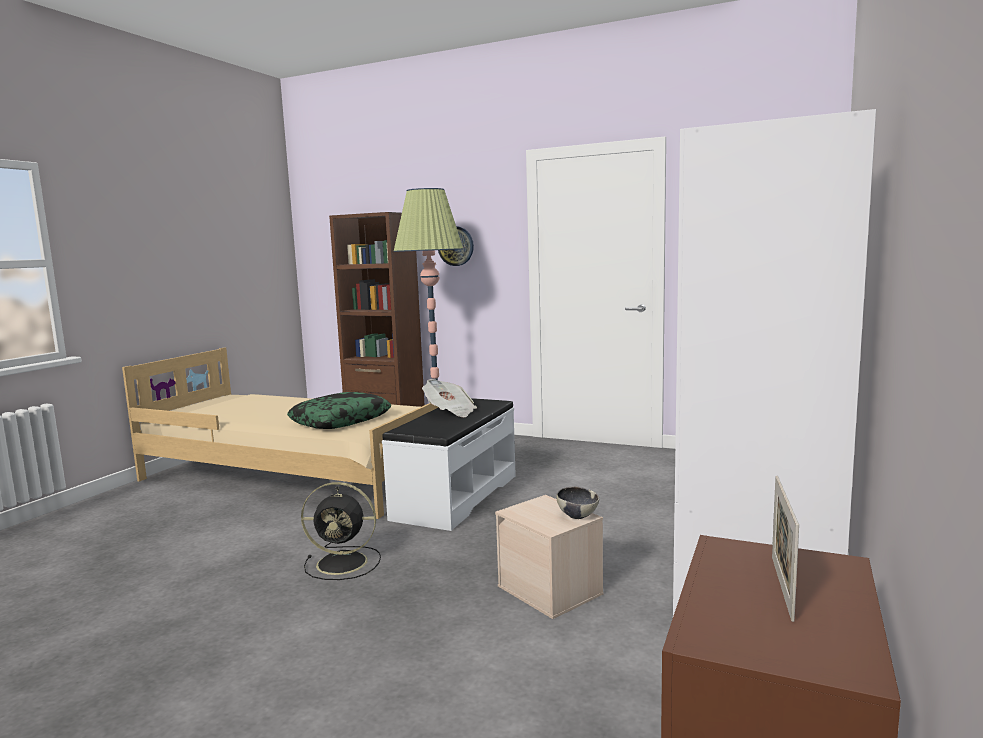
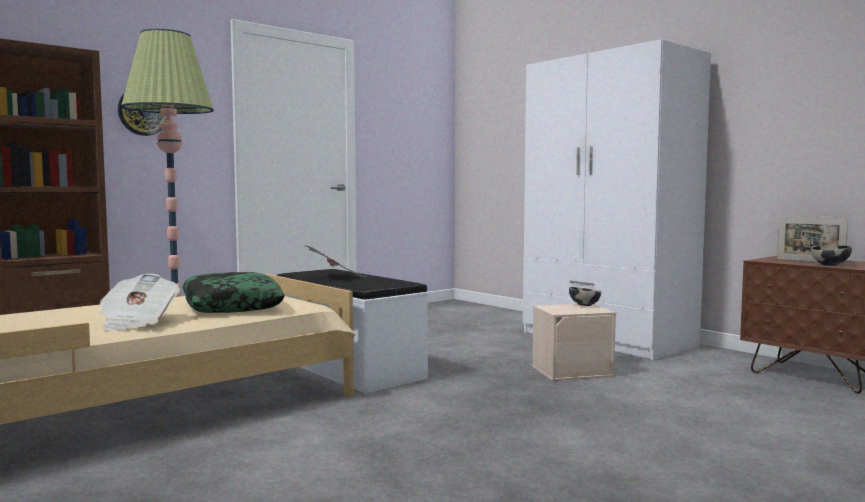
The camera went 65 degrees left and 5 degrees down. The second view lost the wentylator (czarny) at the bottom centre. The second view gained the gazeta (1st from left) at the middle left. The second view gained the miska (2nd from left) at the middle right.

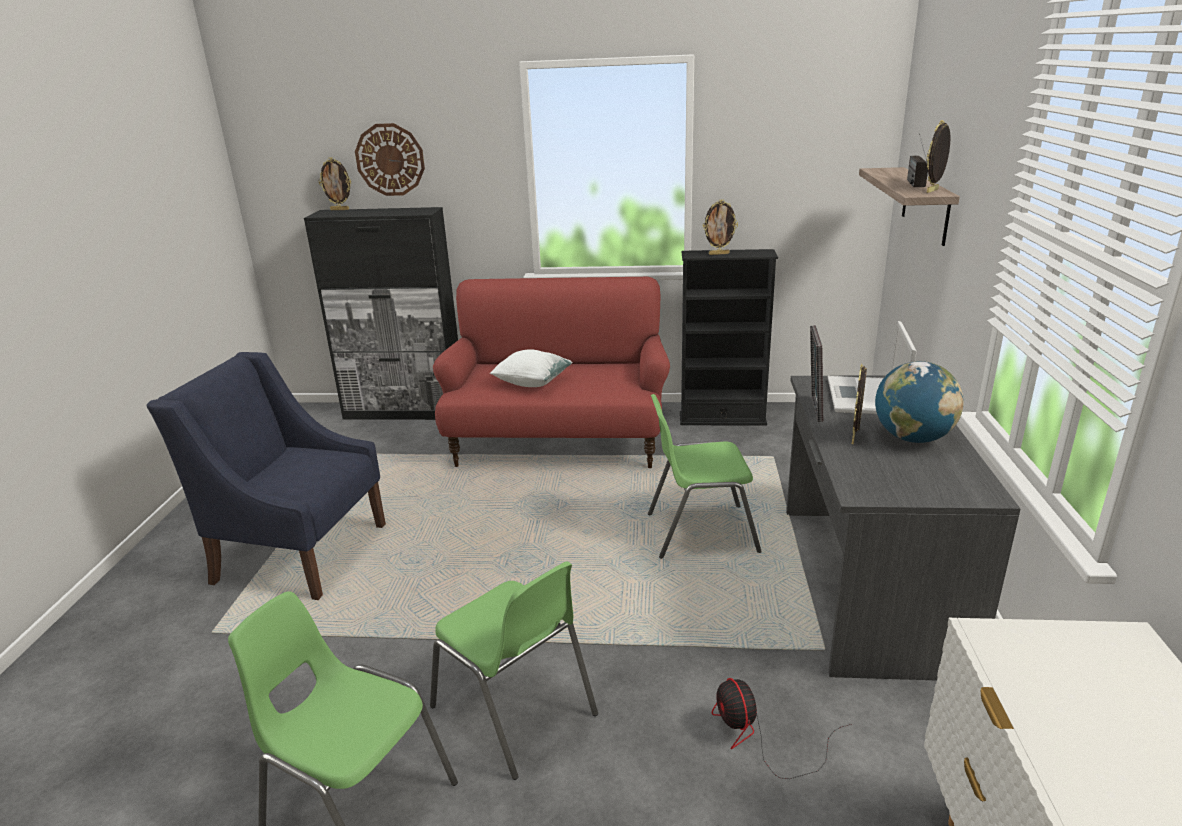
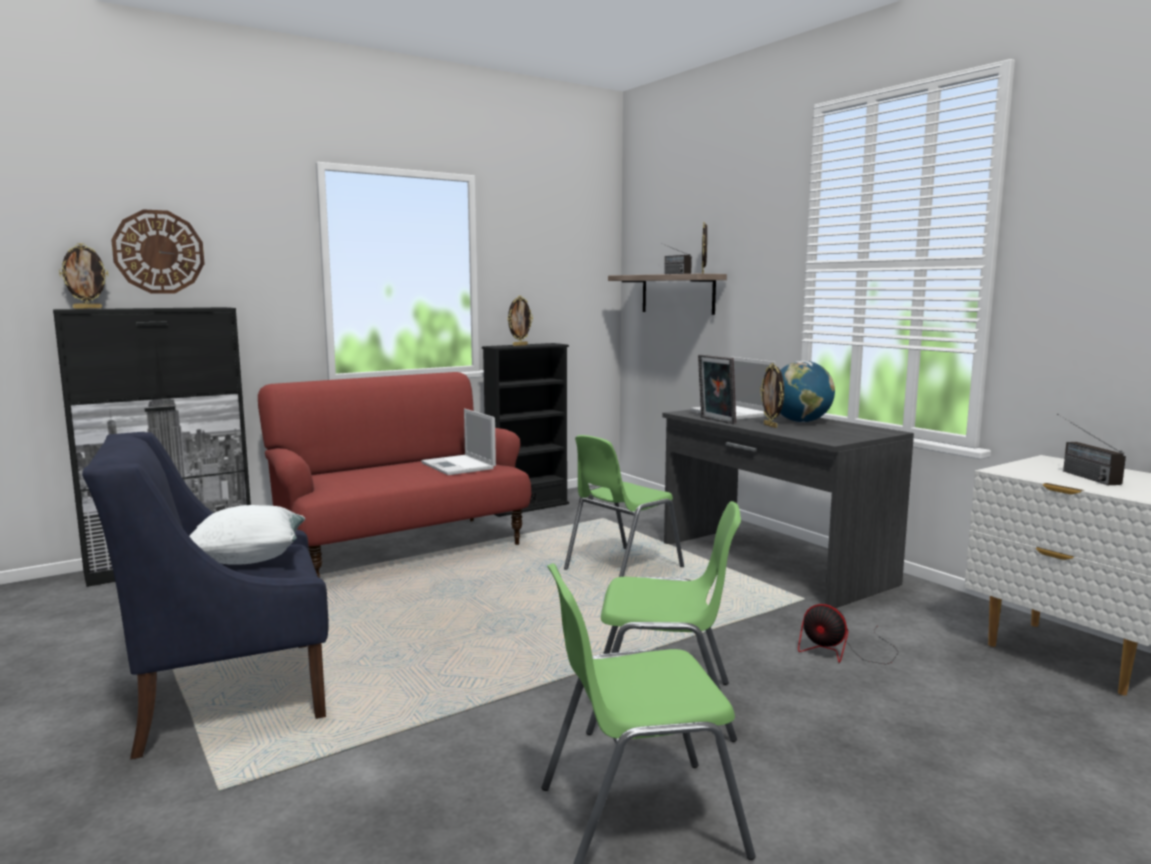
The camera went 40 degrees left and 15 degrees down. The second view gained the laptop (1st from left) at the centre. The second view gained the radio (2nd from left) at the middle right. The poduszka (biały) ended up elsewhere, having gone from the centre to the middle left.

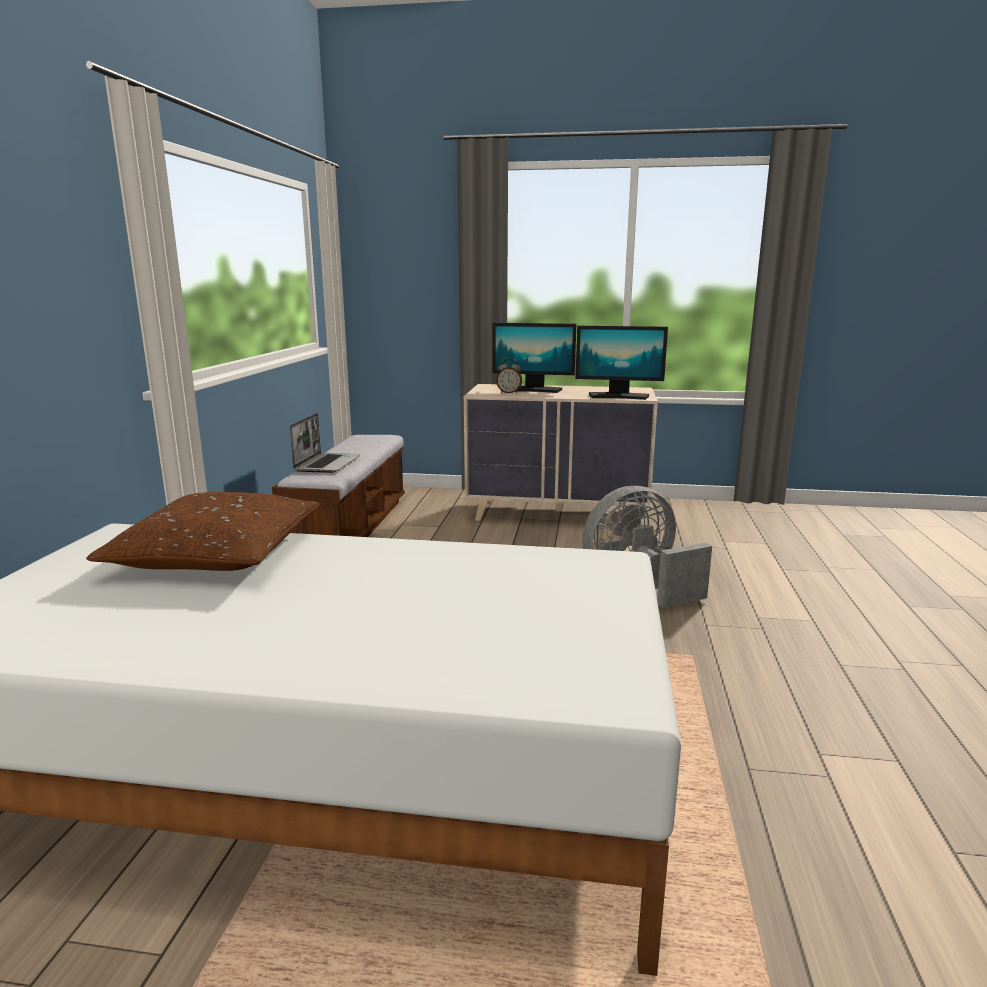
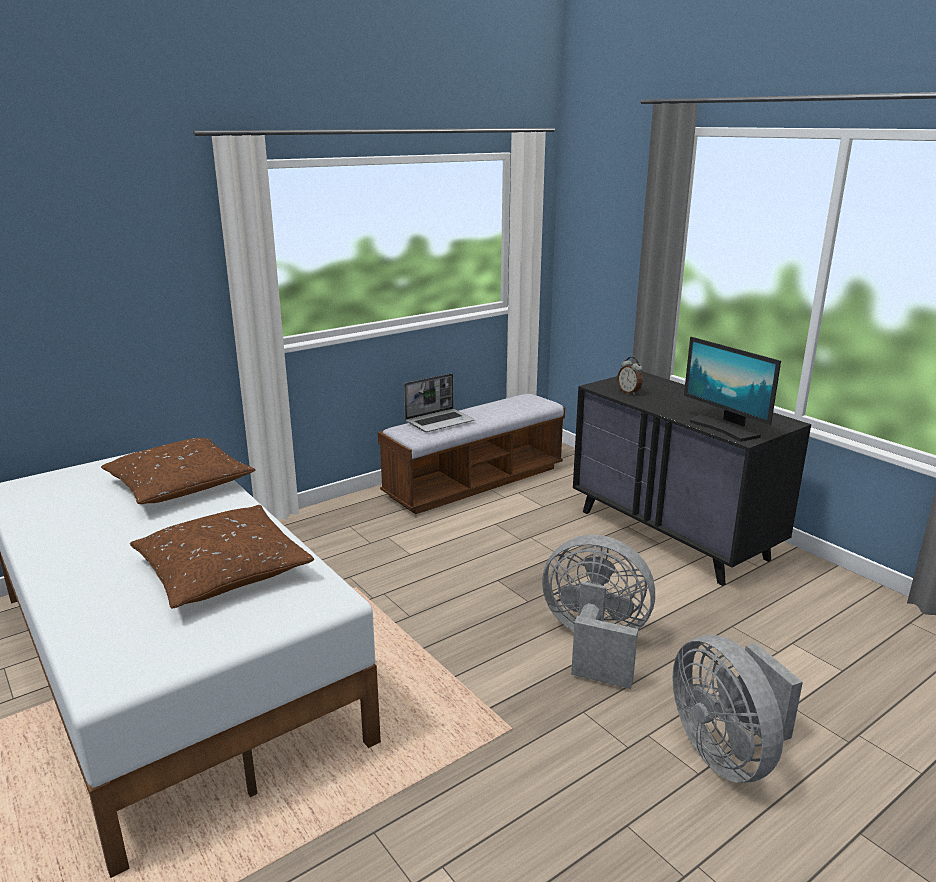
The camera went 45 degrees right and 5 degrees up. The second view lost the monitor (1st from left) at the centre. The second view gained the poduszka (brązowy) (2nd from left) at the middle left. The second view gained the wentylator (szary) (2nd from left) at the bottom right. What was the komoda (beżowy) at the centre turned into the komoda (czarny) at the middle right.

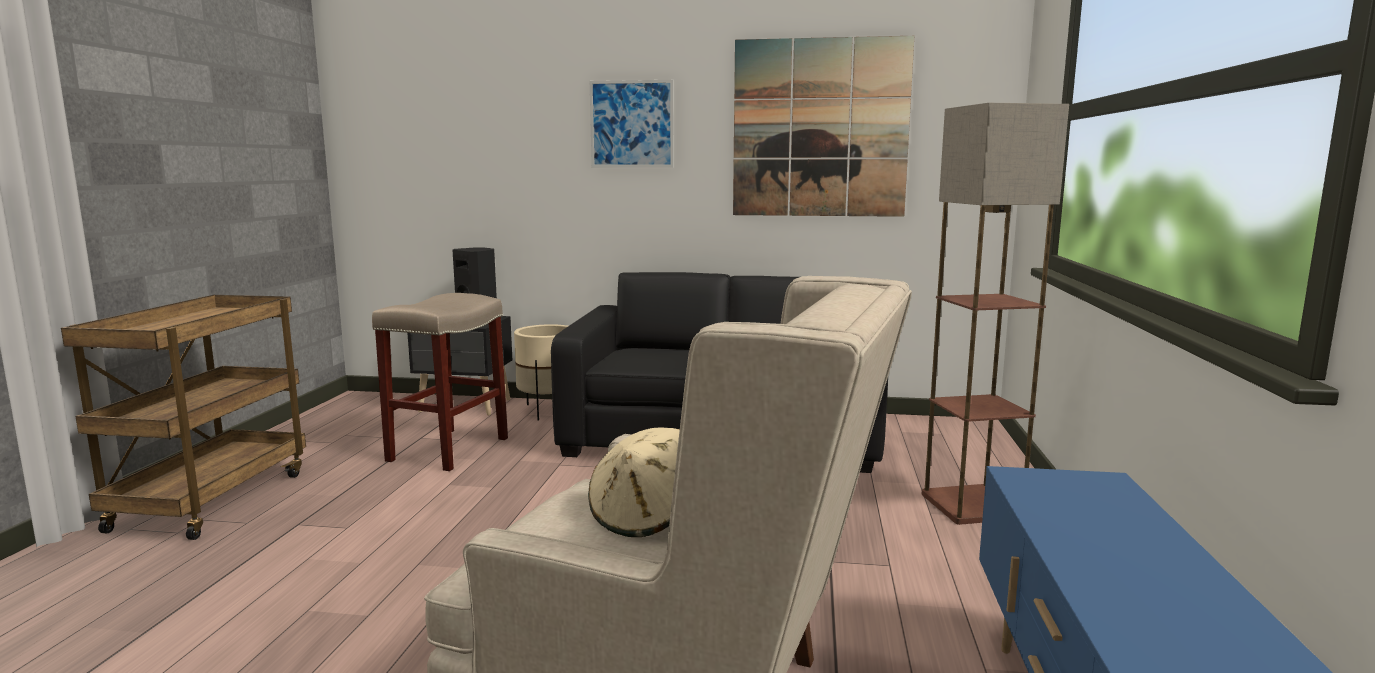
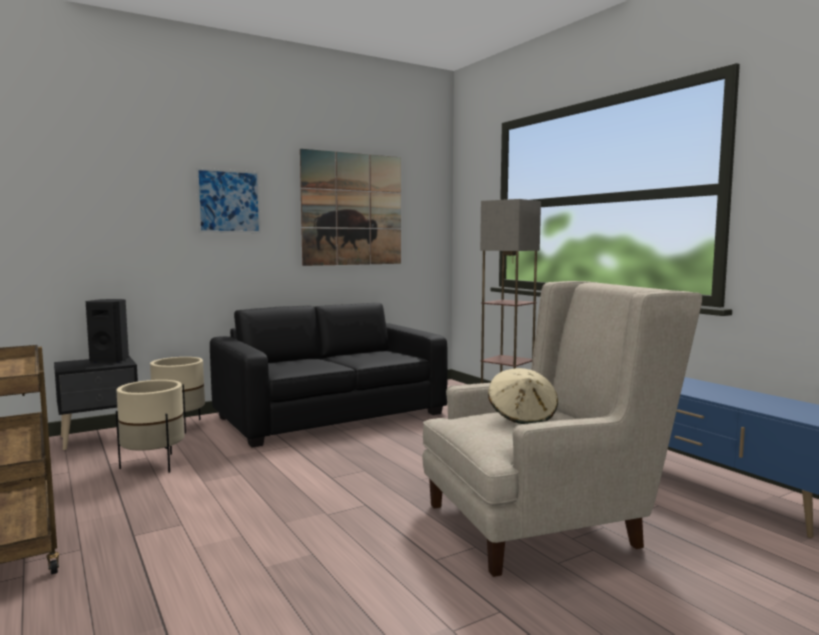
The camera went 40 degrees left and 5 degrees down. Where the stołek (beżowy) stood at the middle left, the donica (beżowy) (1st from left) came to stand at the bottom left.

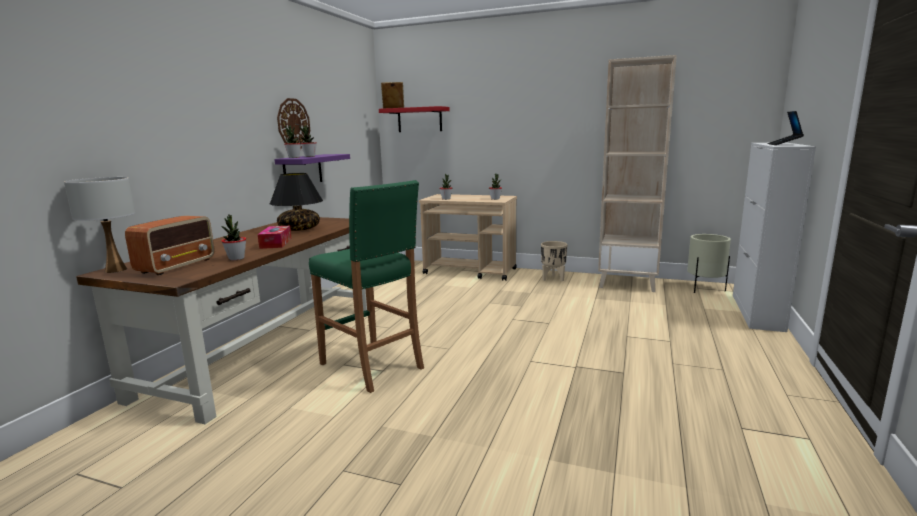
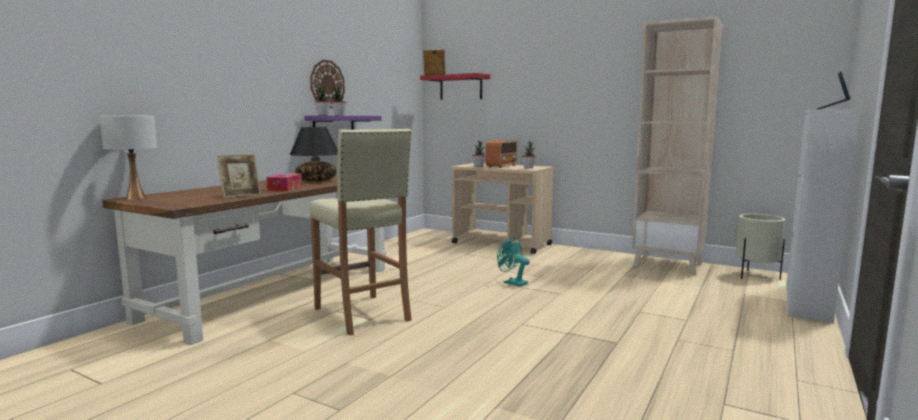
The camera went 10 degrees right and 5 degrees down. The second view lost the donica (beżowy) (1st from left) at the centre. The second view gained the wentylator (turkusowy) at the centre. The radio ended up elsewhere, having gone from the middle left to the centre. Where the roślina doniczkowa (1st from left) stood at the middle left, the ramka na zdjęcie (1st from left) came to stand at the middle left. What was the stołek (zielony) at the centre turned into the stołek (beżowy) at the centre.

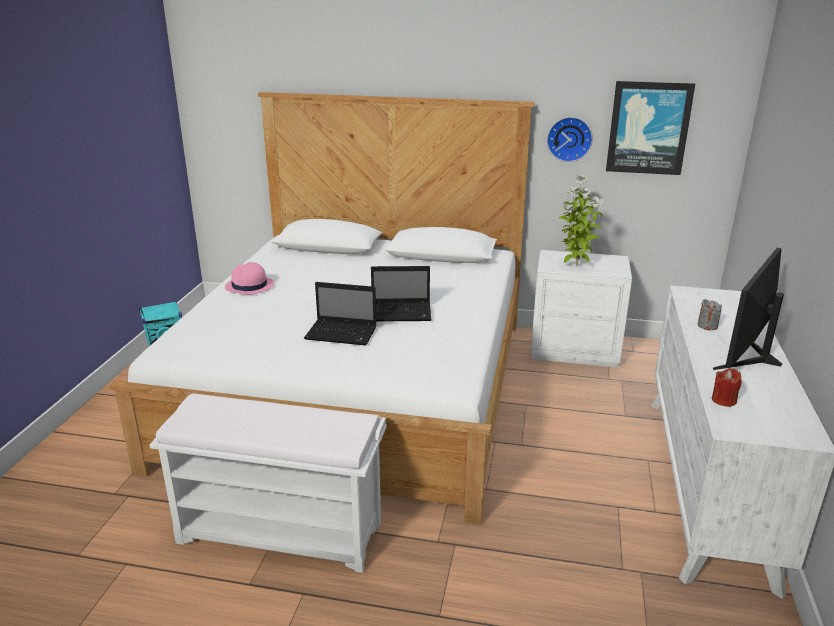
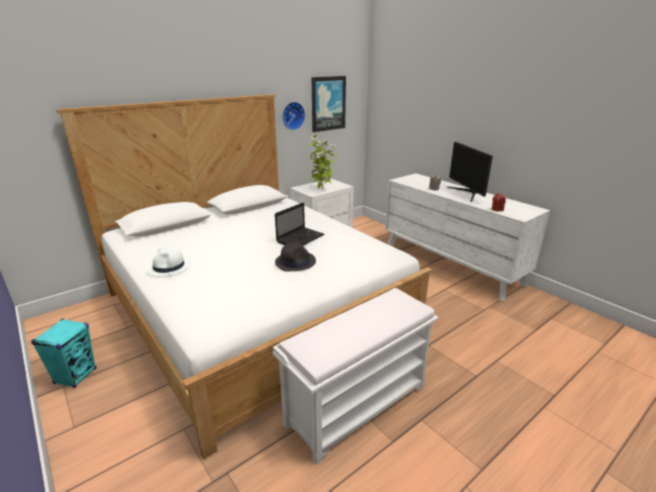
The camera went 50 degrees left and 0 degrees up. Where the laptop (1st from left) stood at the centre, the kapelusz (czarny) came to stand at the centre. What was the kapelusz (różowy) at the middle left turned into the kapelusz (biały) at the middle left.

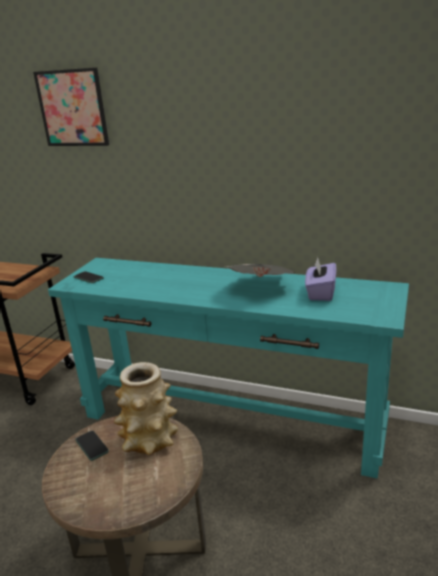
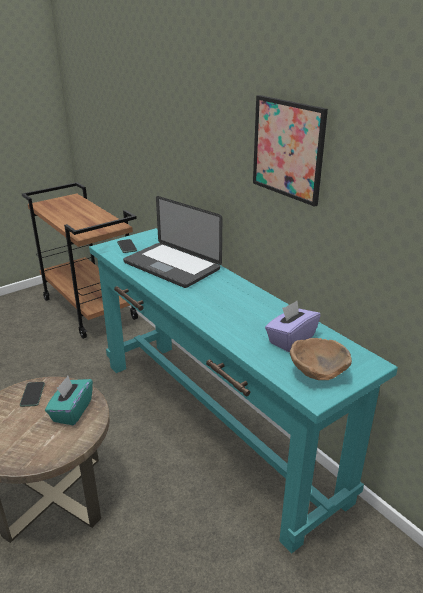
The camera went 30 degrees right and 5 degrees up. The second view lost the gazeta at the centre. The second view gained the laptop at the centre. The second view gained the miska (brązowy) at the middle right. The obraz ended up elsewhere, having gone from the top left to the top right. Where the wazon stood at the bottom centre, the pudełko chusteczek (turkusowy) came to stand at the bottom left.

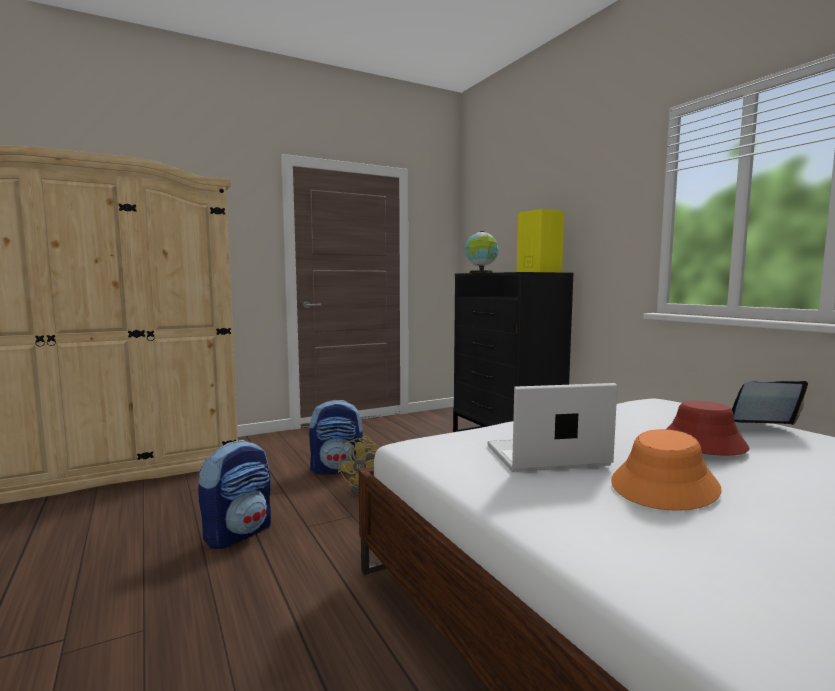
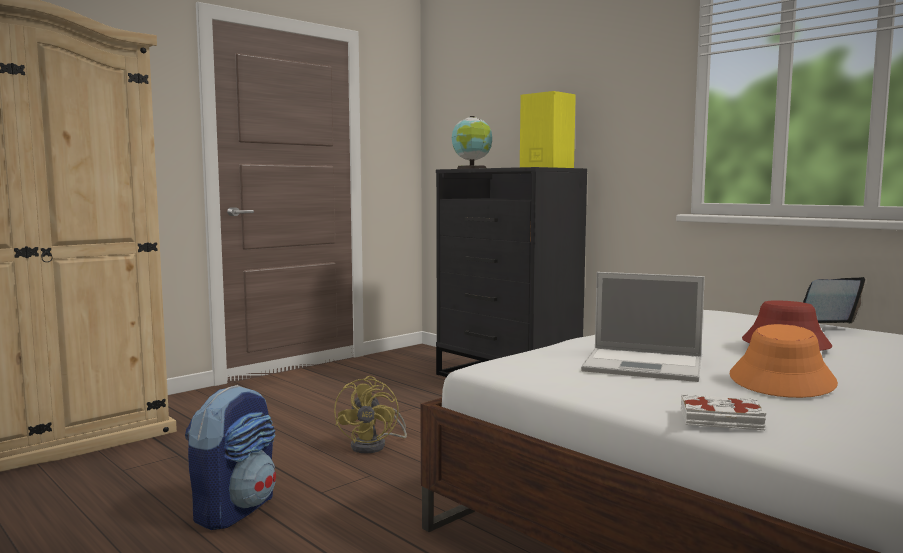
The camera went 15 degrees left and 0 degrees up. The second view lost the plecak (2nd from left) at the centre. The second view gained the książka (biały) at the bottom right. The laptop (1st from left) at the centre ended up facing another way, 135 degrees counterclockwise from before.

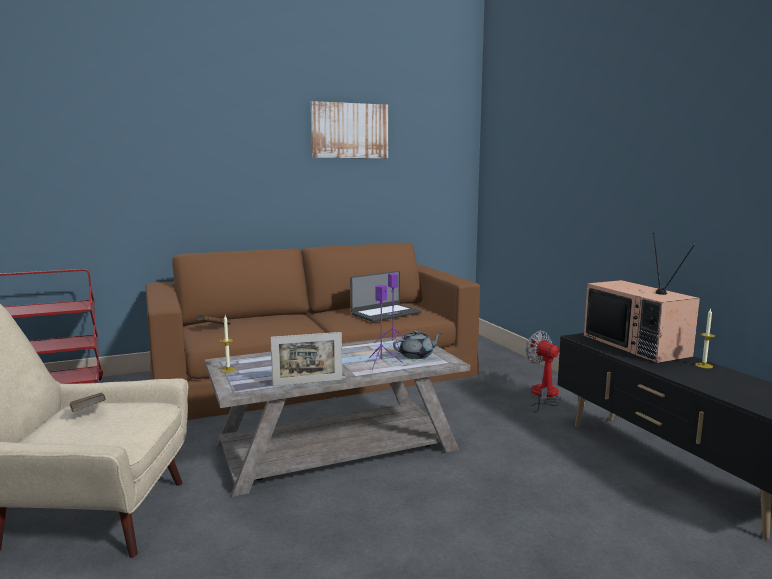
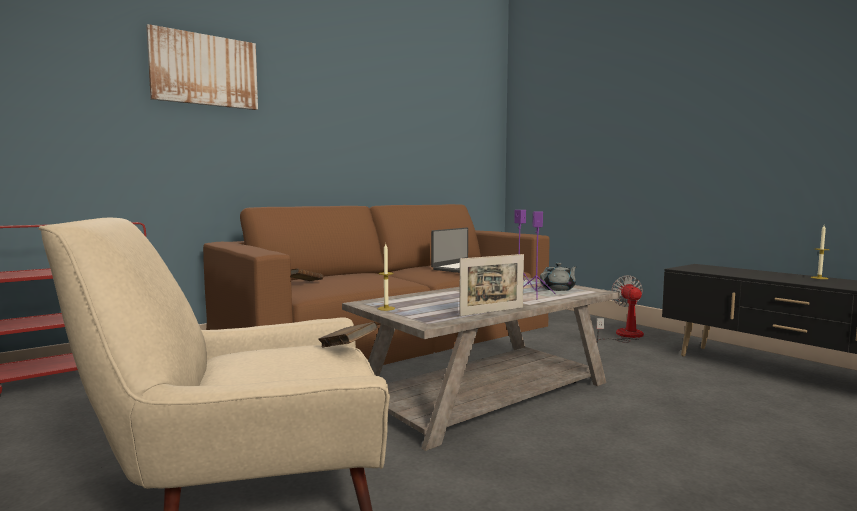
The camera went 15 degrees left and 5 degrees down. The second view lost the telewizor at the middle right. The książka (brązowy) (1st from left in the first image) ended up elsewhere, having gone from the bottom left to the centre. The obraz ended up elsewhere, having gone from the top centre to the top left. The wentylator at the middle right ended up facing another way, 45 degrees clockwise from before.

